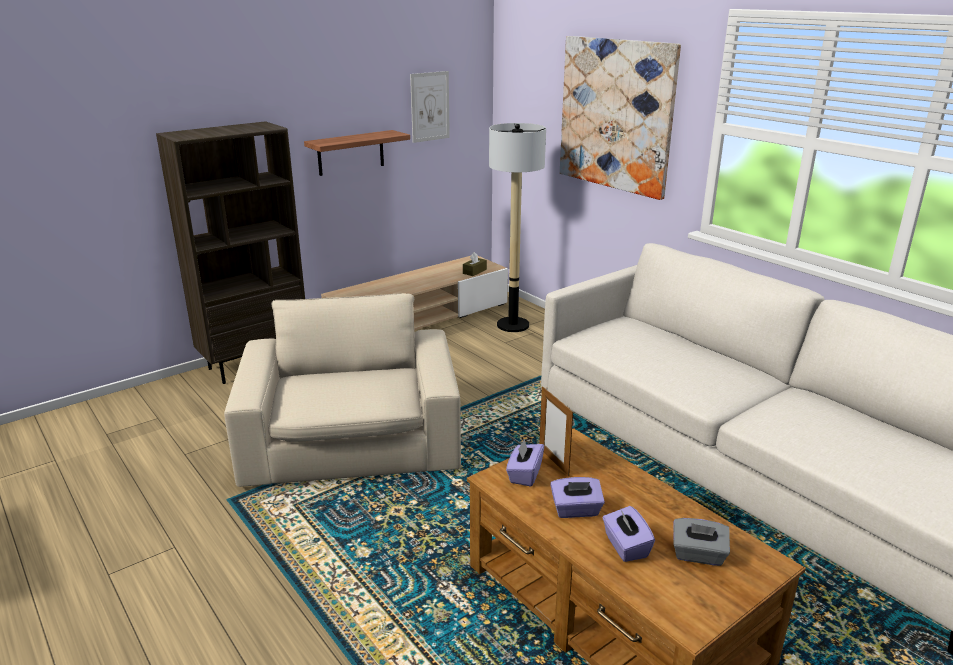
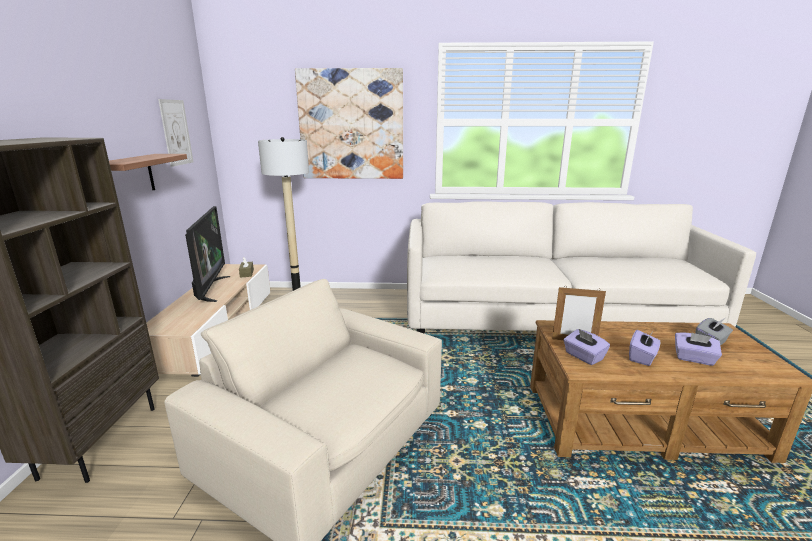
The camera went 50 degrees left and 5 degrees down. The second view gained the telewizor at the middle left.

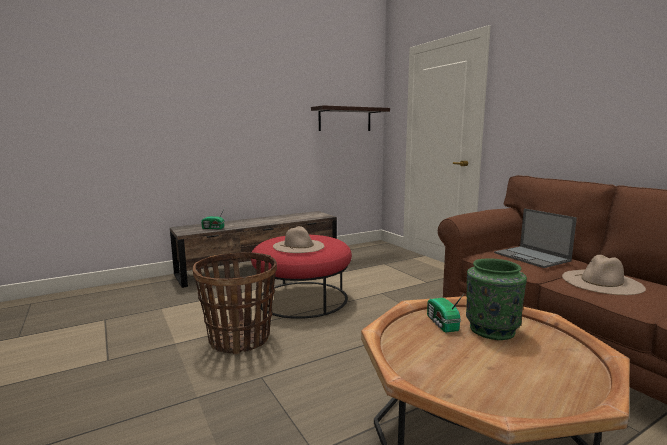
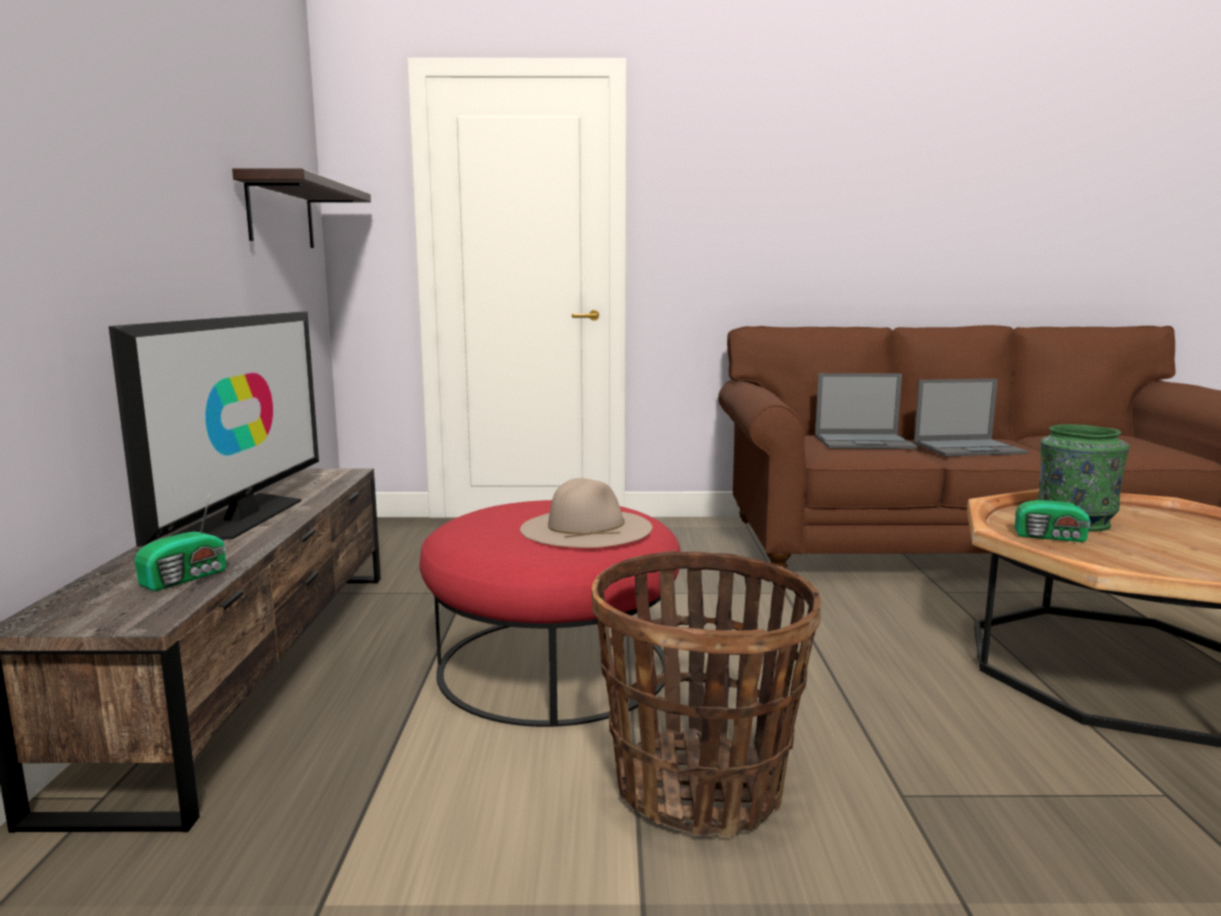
The camera went 60 degrees left and 0 degrees up. The second view gained the telewizor at the middle left. Where the kapelusz (beżowy) (2nd from left) stood at the middle right, the laptop (2nd from left) came to stand at the middle right.

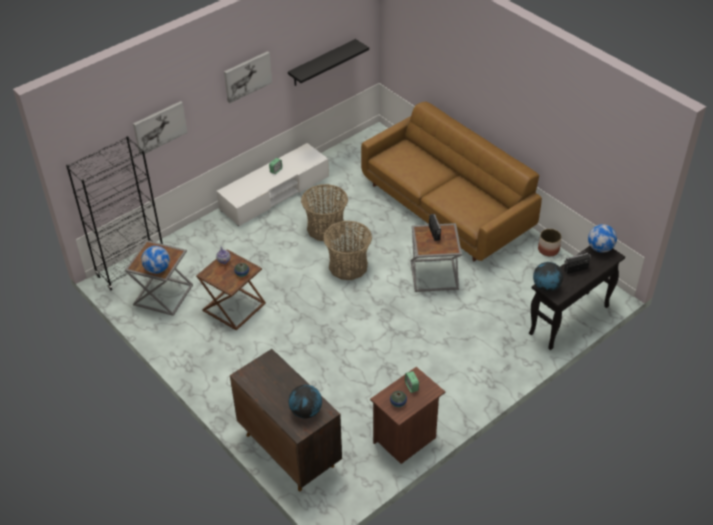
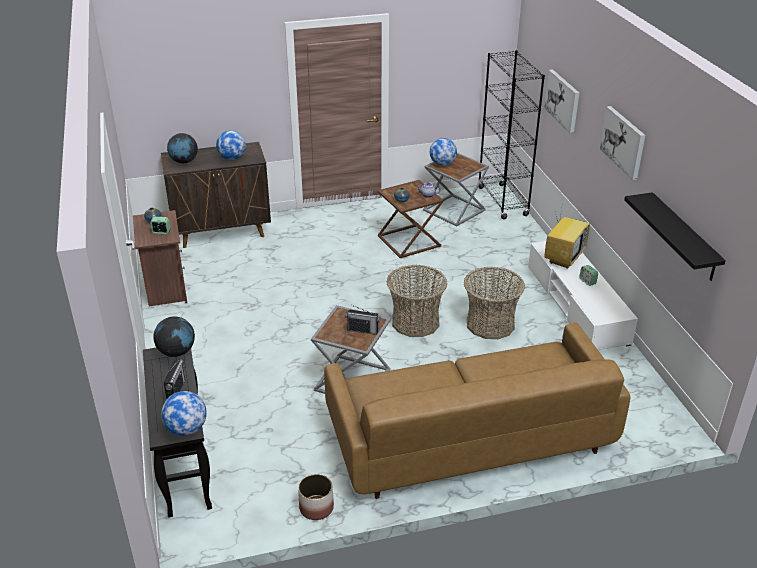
The camera went 115 degrees right and 10 degrees down. The second view gained the globus (4th from left) at the top left. The second view gained the telewizor at the middle right.

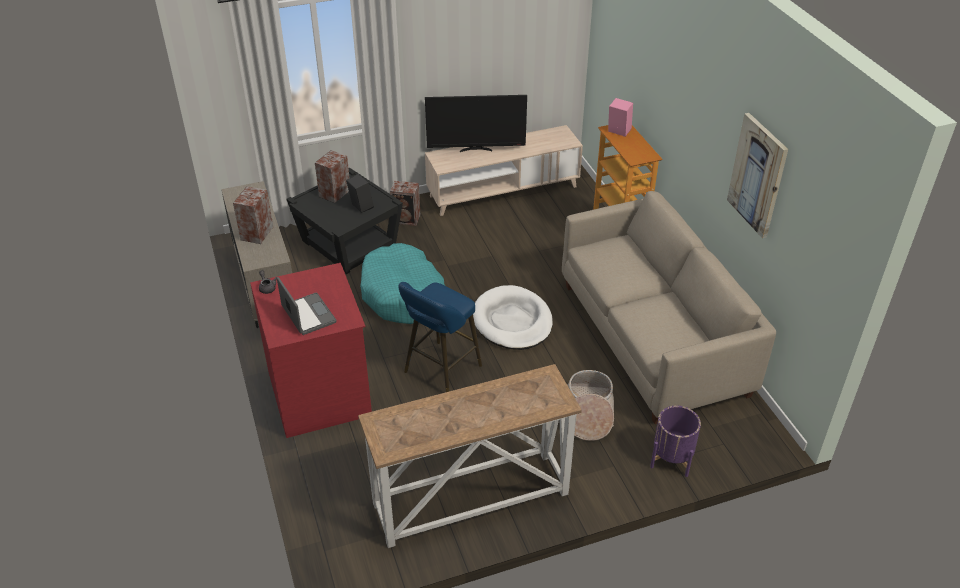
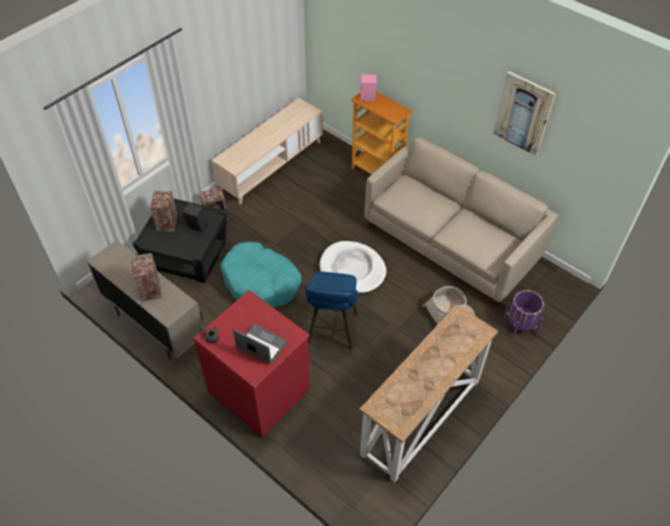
The camera went 30 degrees left and 10 degrees up. The second view lost the telewizor at the top centre.

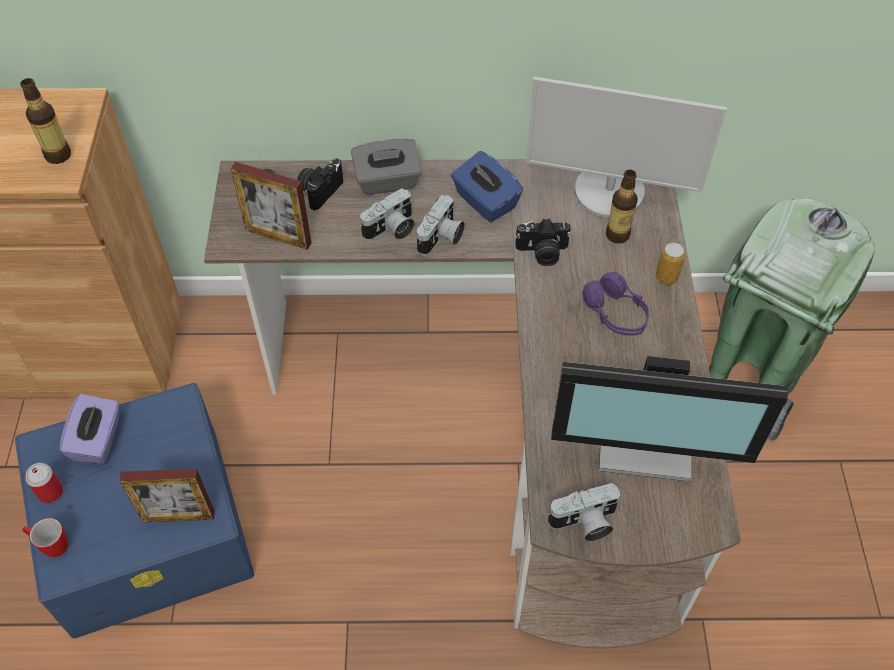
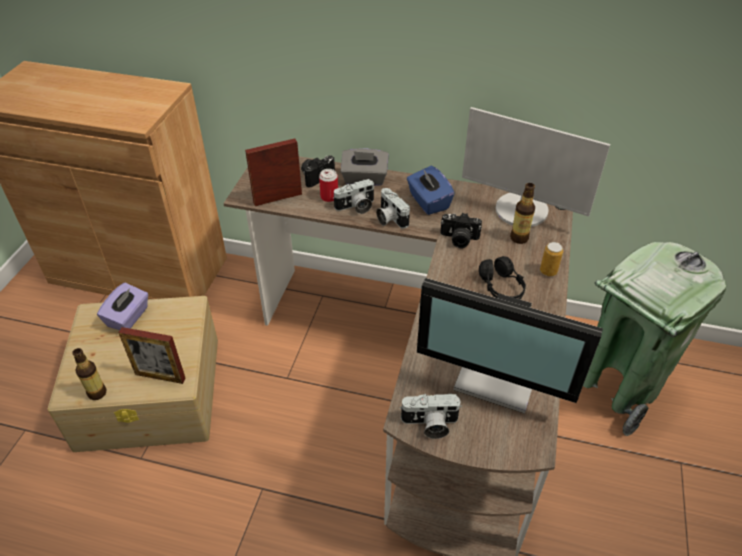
The camera went 15 degrees right and 10 degrees down. The second view lost the kubek at the bottom left. The butelka (1st from left) ended up elsewhere, having gone from the top left to the bottom left. The puszka (1st from left) ended up elsewhere, having gone from the bottom left to the top centre. What was the pojemnik do przechowywania (niebieski) at the bottom left turned into the pojemnik do przechowywania (beżowy) at the bottom left. What was the słuchawki (fioletowy) at the middle right turned into the słuchawki (czarny) at the middle right. The ramka na zdjęcie (2nd from left) at the top left ended up facing another way, 120 degrees clockwise from before. The aparat fotograficzny (3rd from left) at the centre ended up facing another way, 105 degrees clockwise from before.

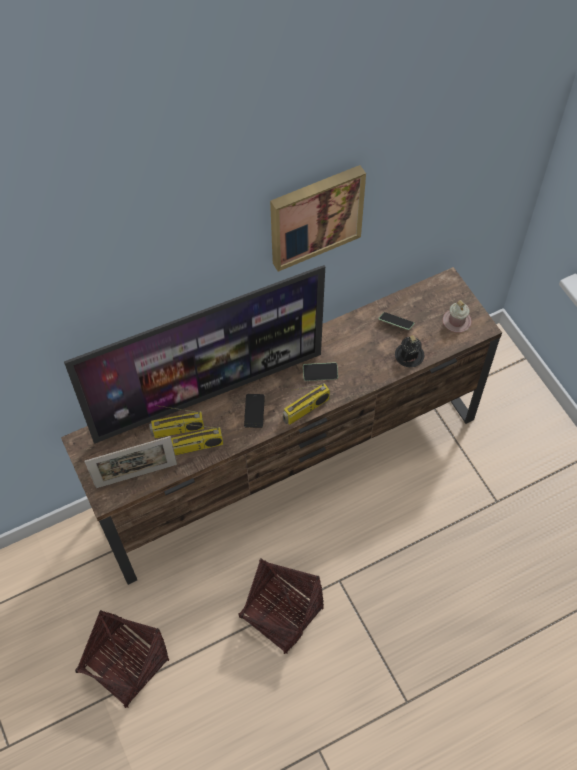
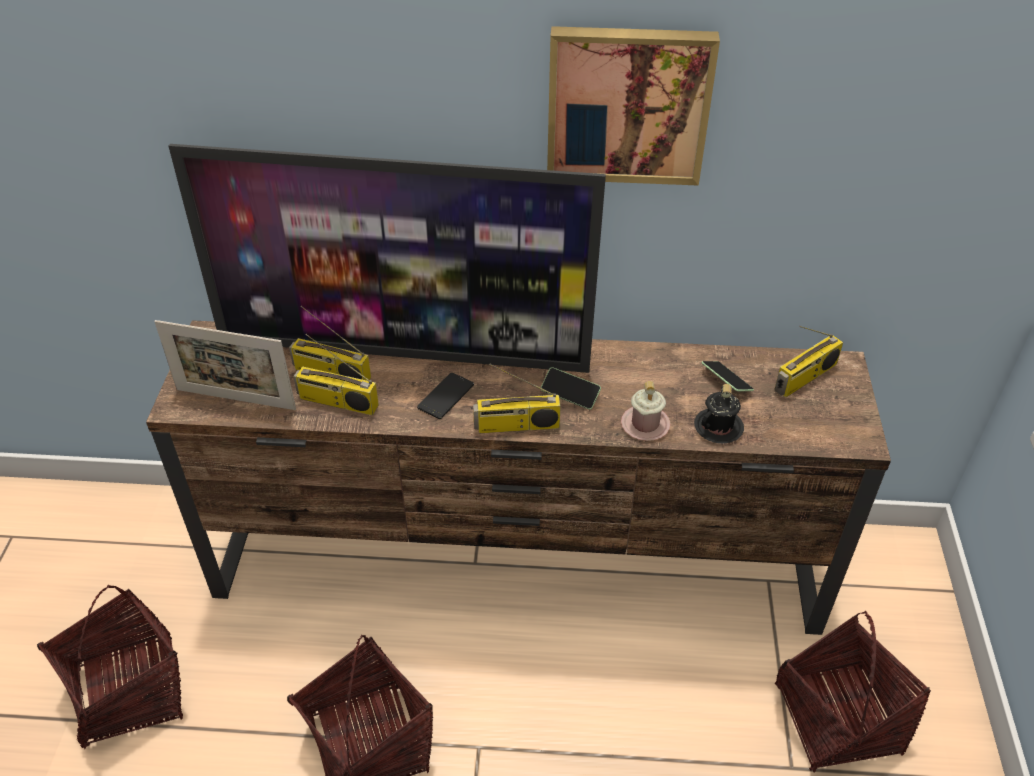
The camera went 30 degrees right and 15 degrees down. The second view gained the radio (4th from left) at the middle right. The second view gained the koszyk (3rd from left) at the bottom right. The kubek (różowy) ended up elsewhere, having gone from the middle right to the centre.

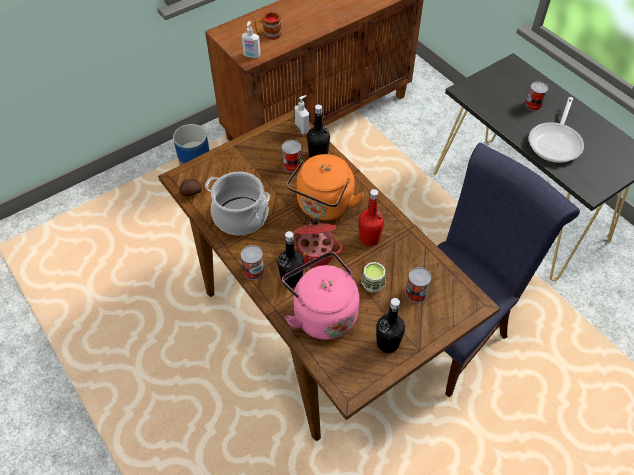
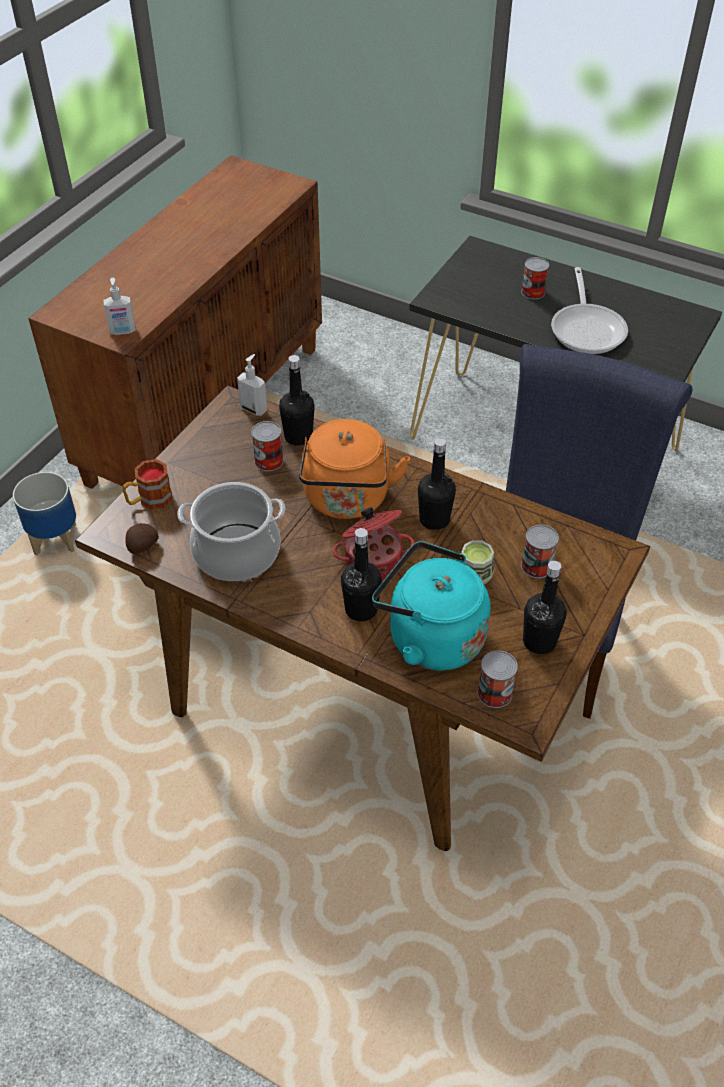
The camera went 25 degrees left and 5 degrees down. The puszka (1st from left in the first image) ended up elsewhere, having gone from the centre to the middle right. The kubek ended up elsewhere, having gone from the top centre to the middle left. What was the czajnik (różowy) at the centre turned into the czajnik (turkusowy) at the centre. What was the butelka (czerwony) at the centre turned into the butelka (czarny) (3rd from left) at the centre.

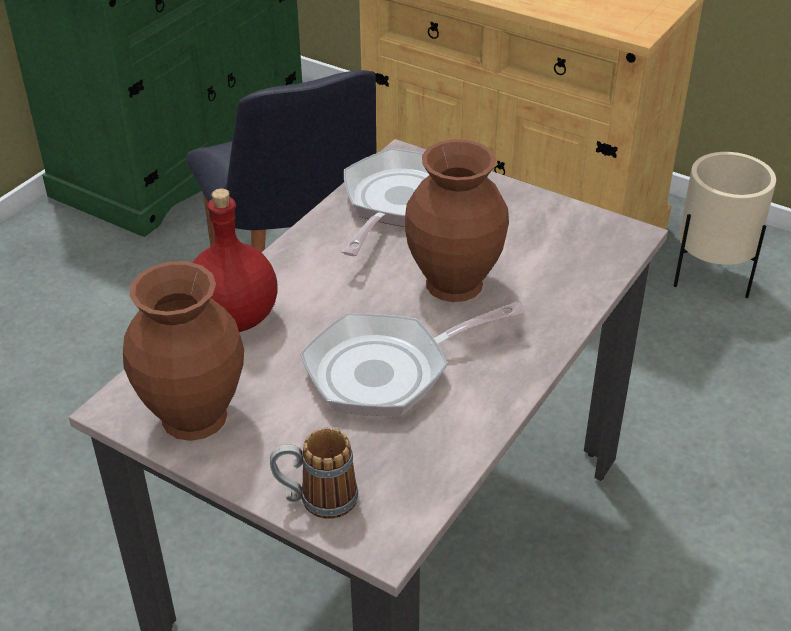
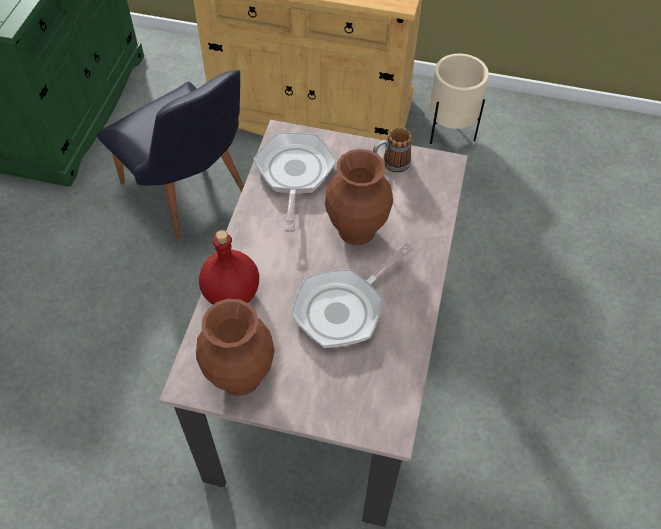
The camera went 20 degrees left and 15 degrees up. The kubek ended up elsewhere, having gone from the bottom centre to the top centre.

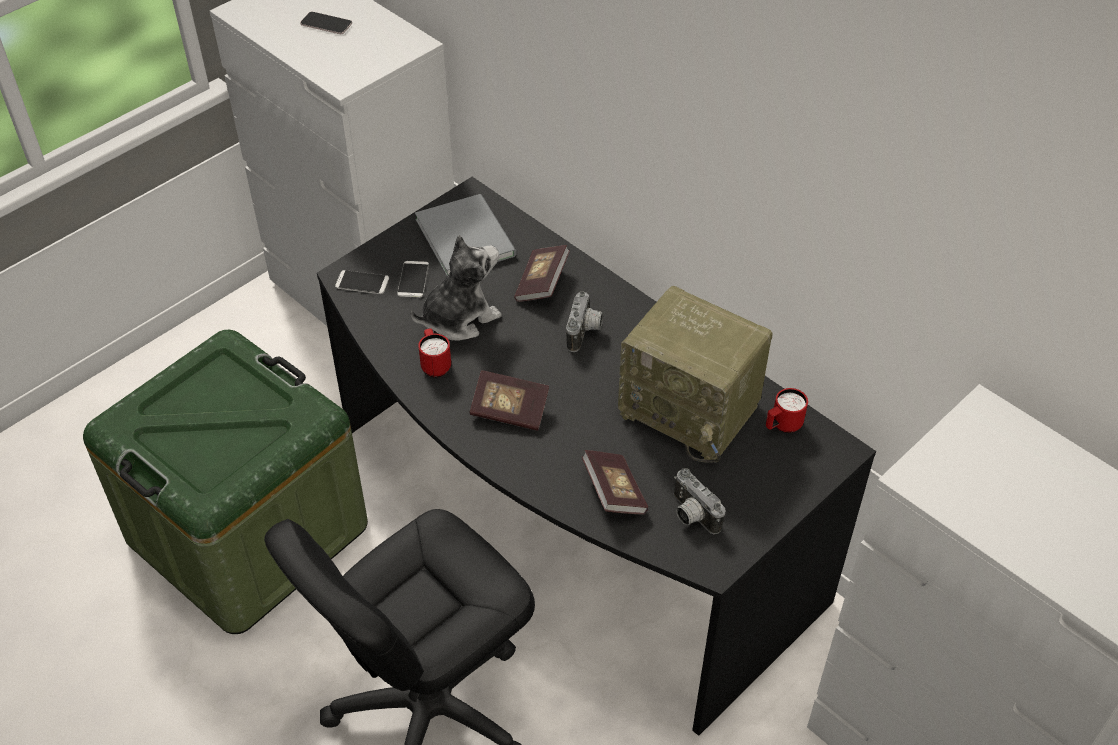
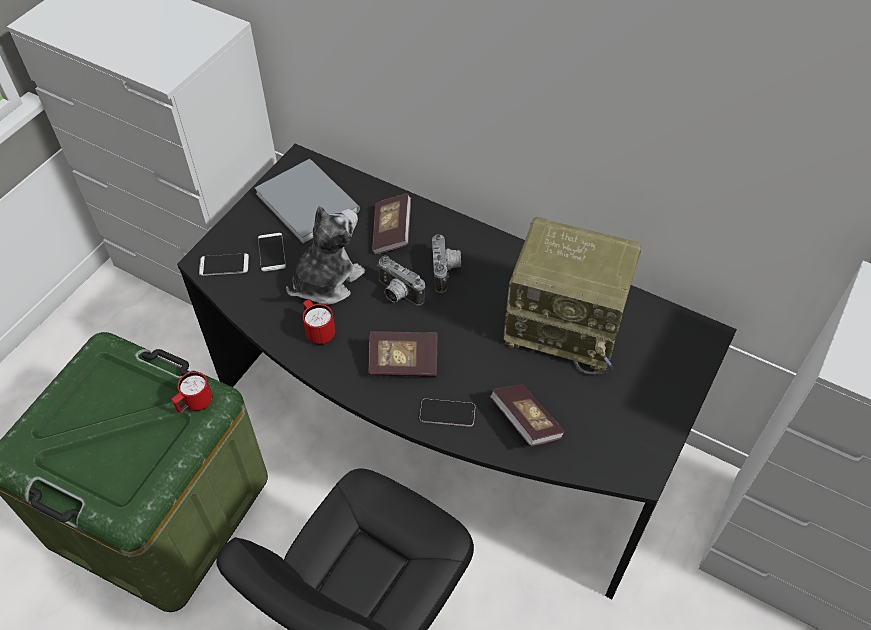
The camera went 15 degrees left and 5 degrees up. The telefon (1st from left in the first image) ended up elsewhere, having gone from the top left to the centre. The aparat fotograficzny (2nd from left in the first image) ended up elsewhere, having gone from the bottom centre to the centre. The kubek (czerwony) (2nd from left in the first image) ended up elsewhere, having gone from the middle right to the middle left.

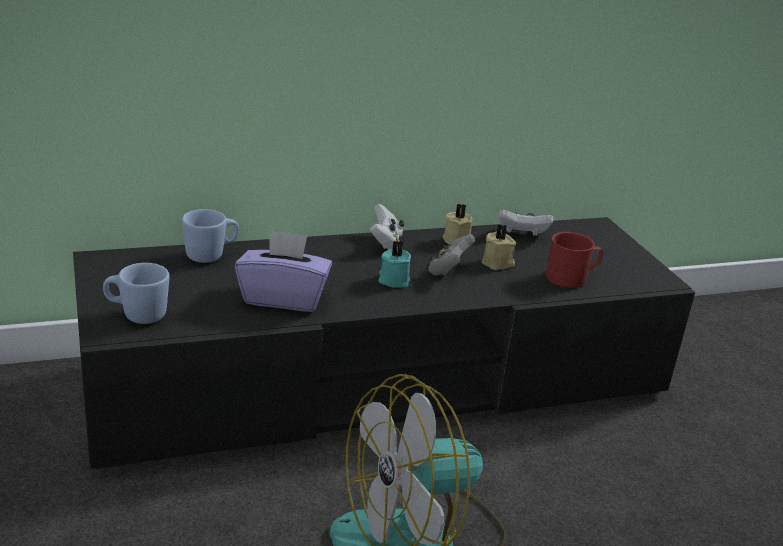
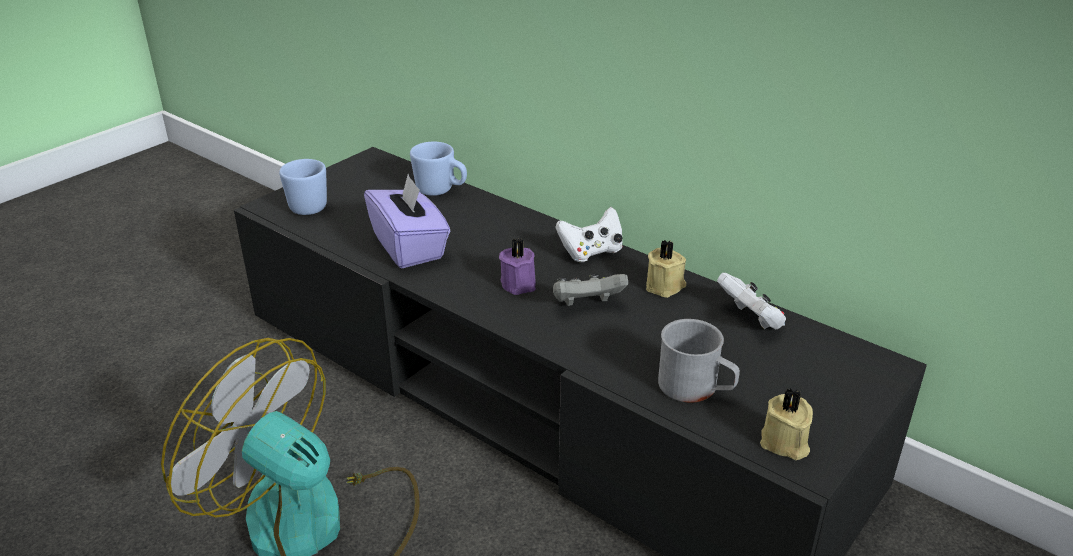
The camera went 60 degrees right and 5 degrees up. The świeca (beżowy) (2nd from left) ended up elsewhere, having gone from the centre to the bottom right. What was the świeca (turkusowy) at the centre turned into the świeca (fioletowy) at the centre. What was the kubek (czerwony) at the middle right turned into the kubek (szary) at the centre.

